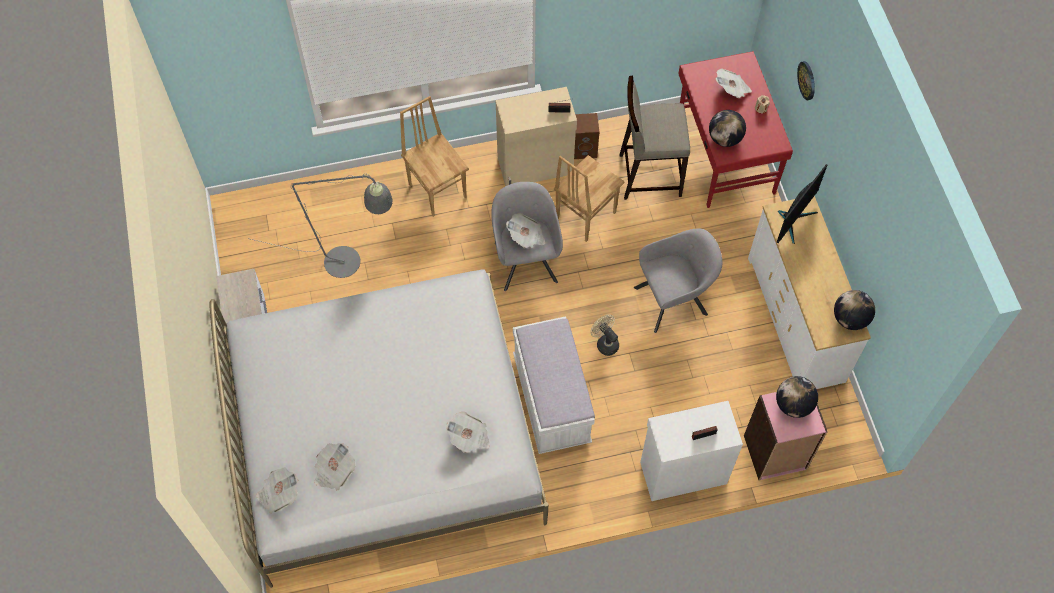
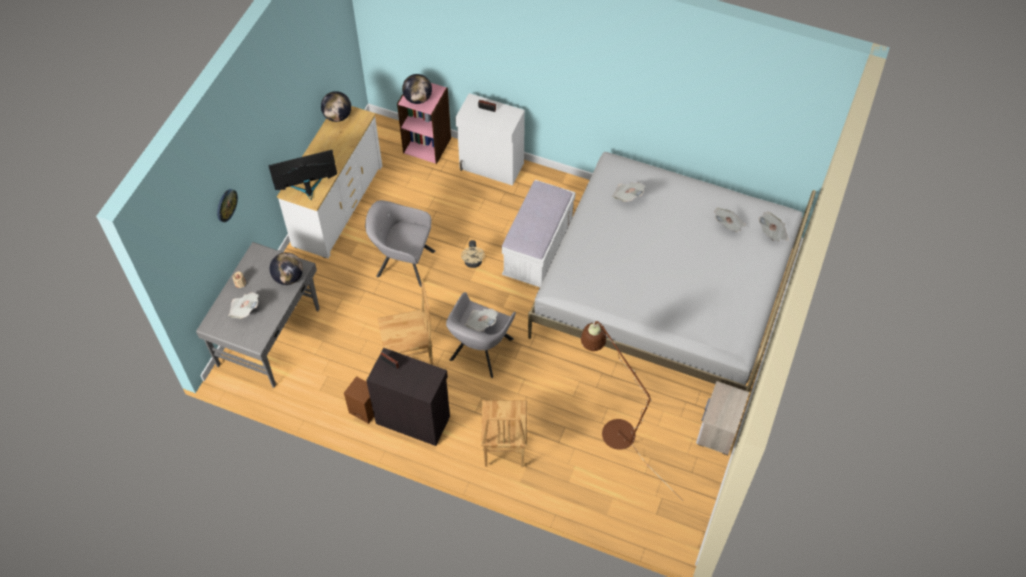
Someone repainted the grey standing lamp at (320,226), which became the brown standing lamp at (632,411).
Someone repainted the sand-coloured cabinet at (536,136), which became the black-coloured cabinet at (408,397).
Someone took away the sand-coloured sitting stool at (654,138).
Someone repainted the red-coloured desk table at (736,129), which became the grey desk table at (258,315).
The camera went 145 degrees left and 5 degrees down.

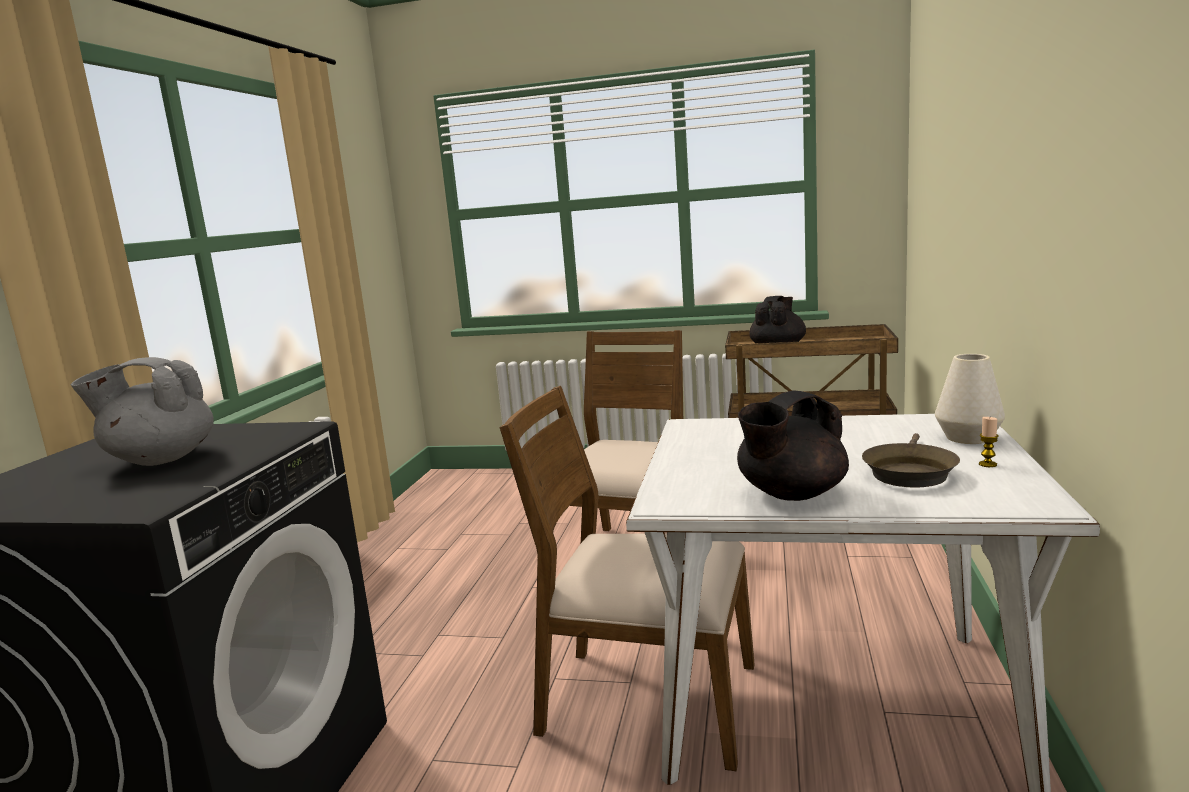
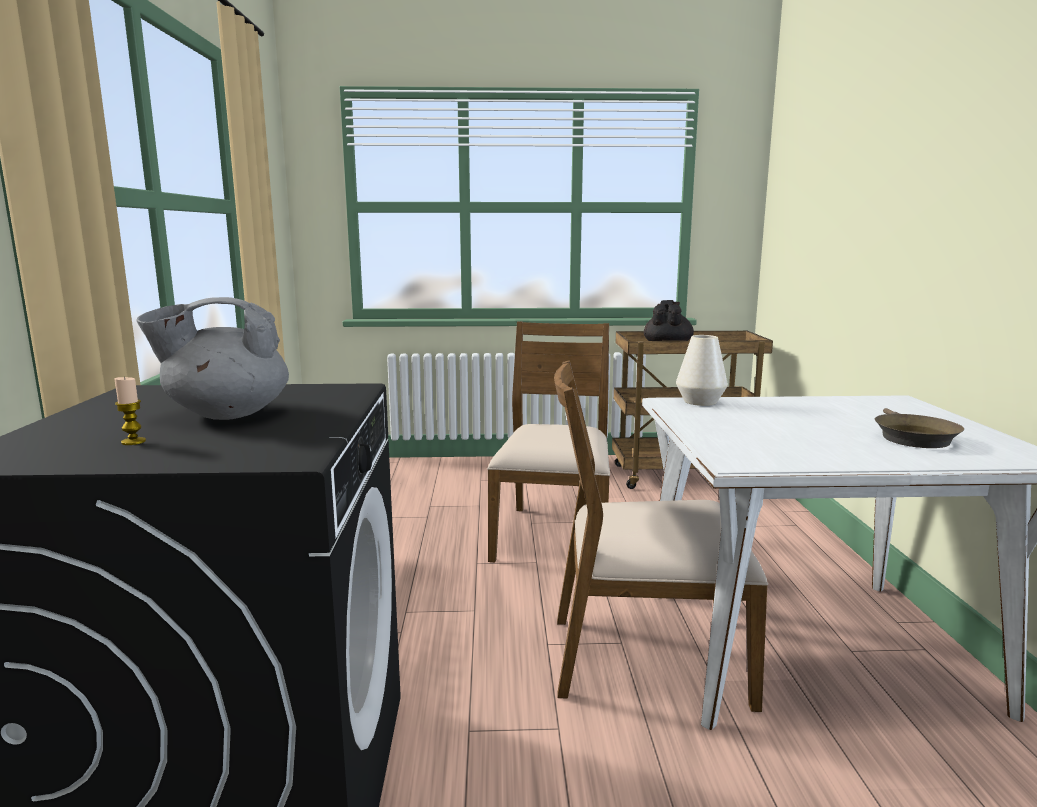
Someone took away the black-coloured teapot at (793,445).
Someone carried the white decorative vase from (970,399) to (702,370).
Someone carried the wax light from (989,442) to (130,410).
The camera went 15 degrees left and 0 degrees up.

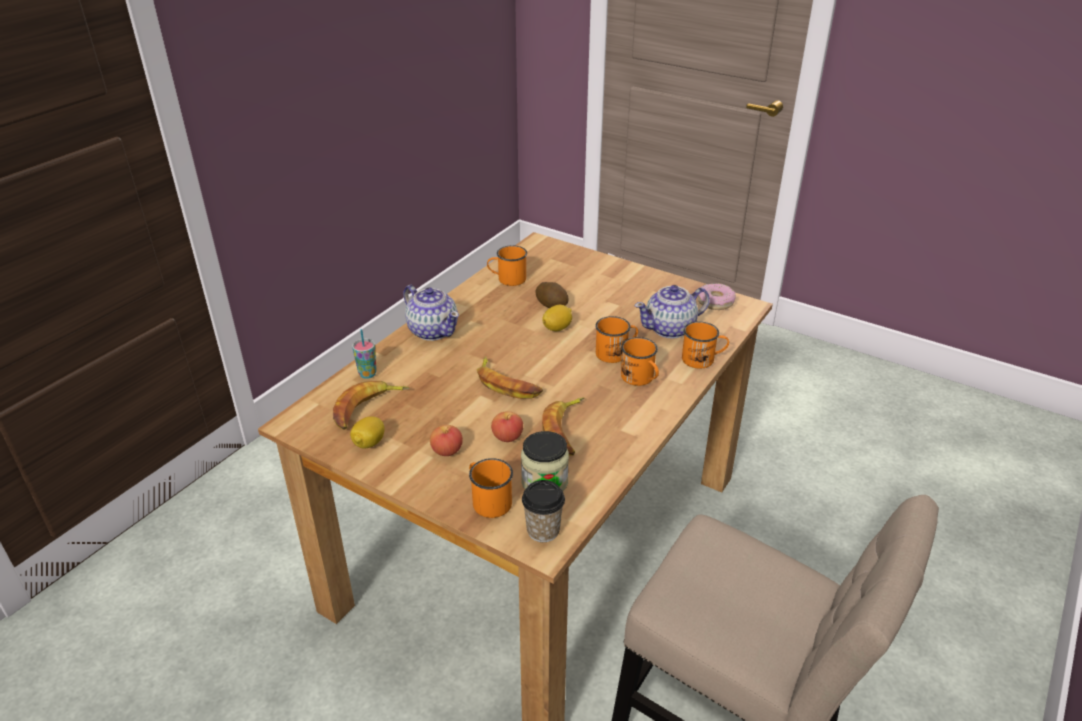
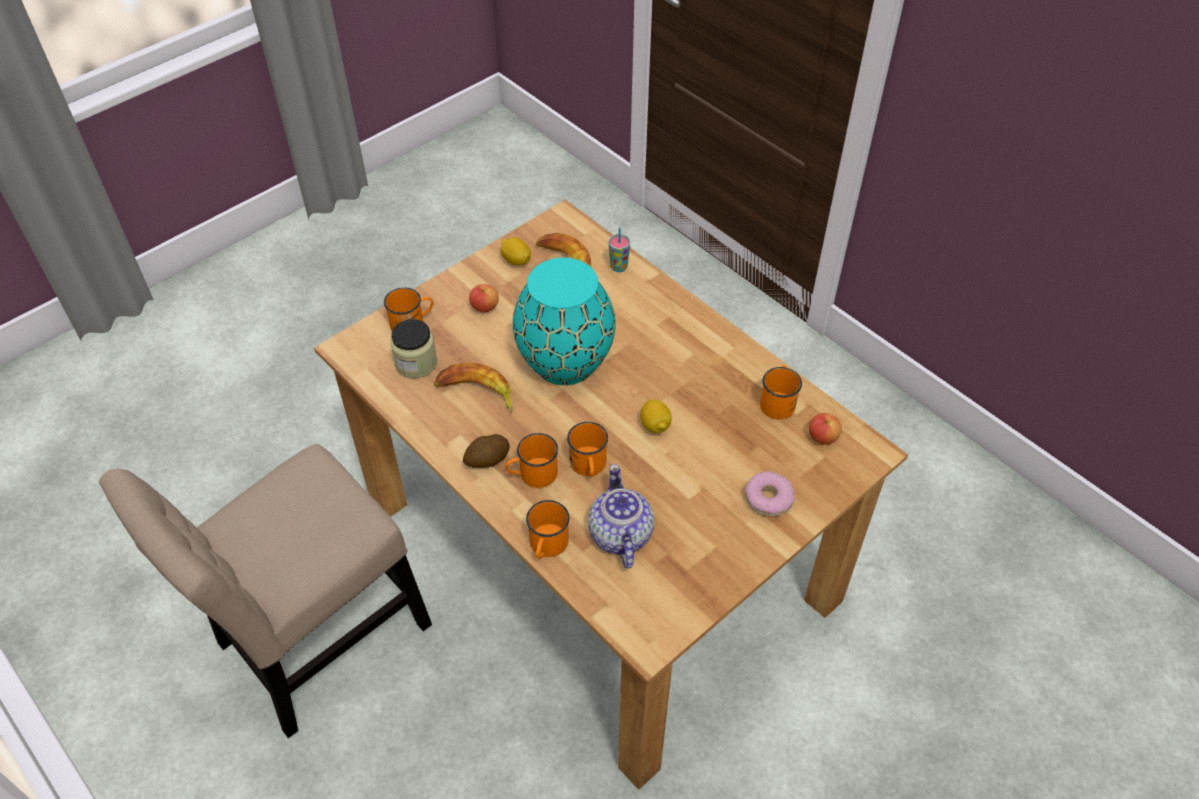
Someone took away the teapot at (431,313).
Someone swapped the whole banana at (510,377) for the blue-green decorative vase at (564,321).
Someone carried the apple from (507,426) to (825,429).
Someone took away the small cup at (543,511).
Someone carried the potato from (551,295) to (486,451).
Someone carried the doughnut from (717,296) to (770,494).
The camera went 105 degrees right and 15 degrees up.

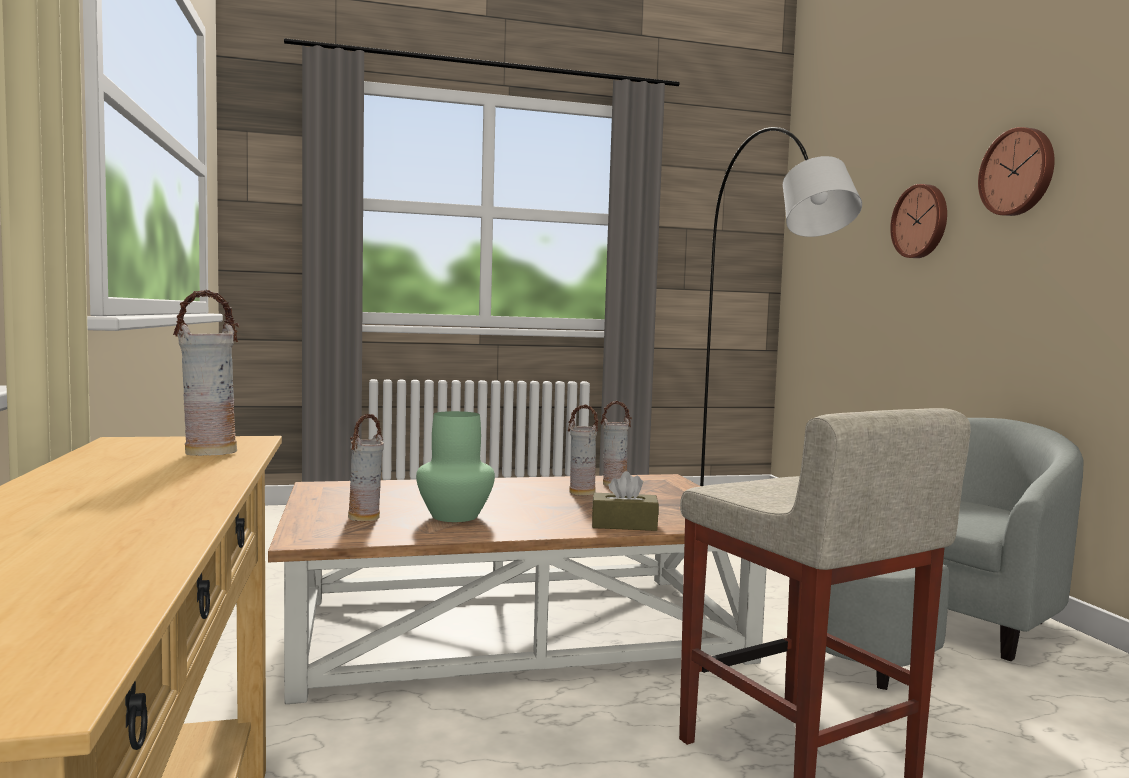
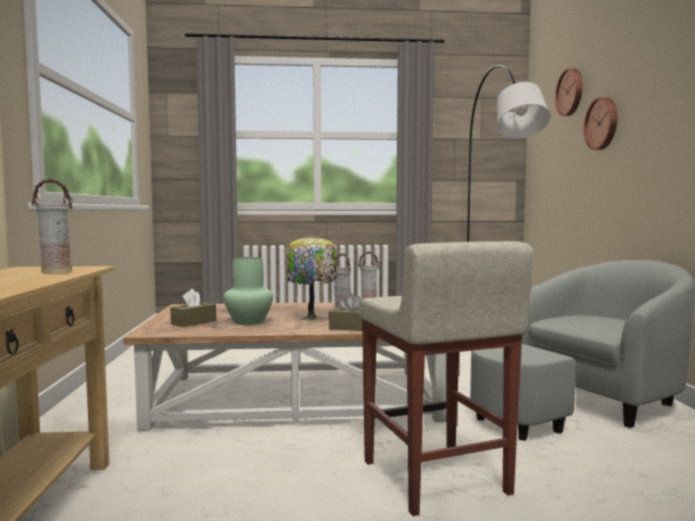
Someone swapped the decorative vase at (366,467) for the brown tissue holder at (193,308).
Someone carried the clock on the wall from (1016,171) to (569,92).
Someone put down the tabletop lamp at (311,278).
The camera went 10 degrees right and 0 degrees up.

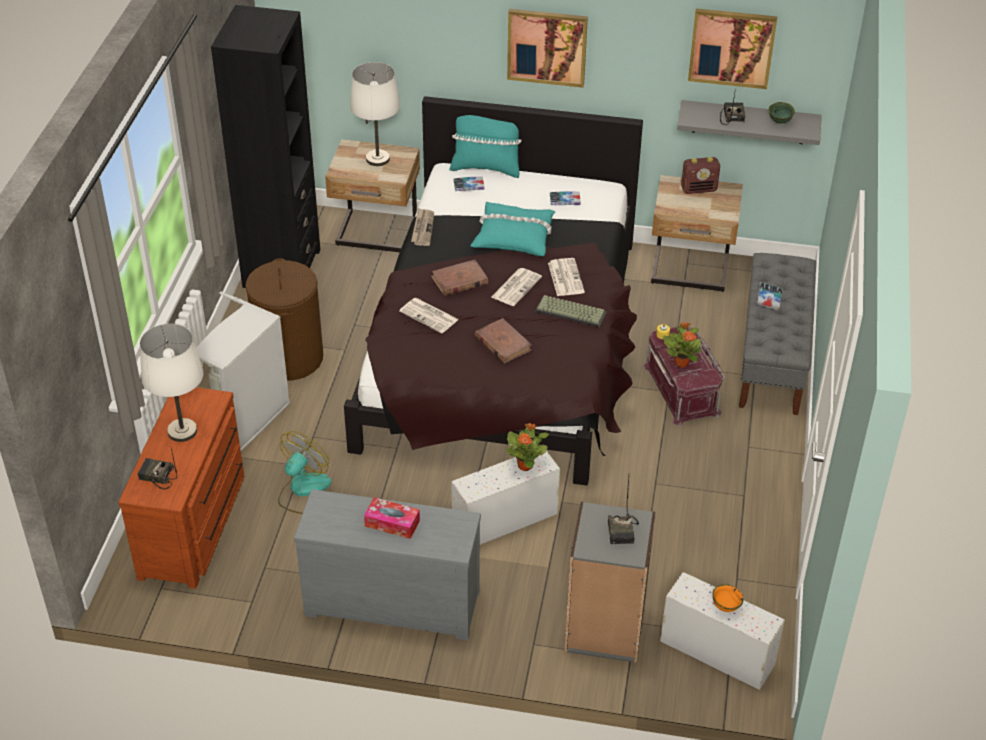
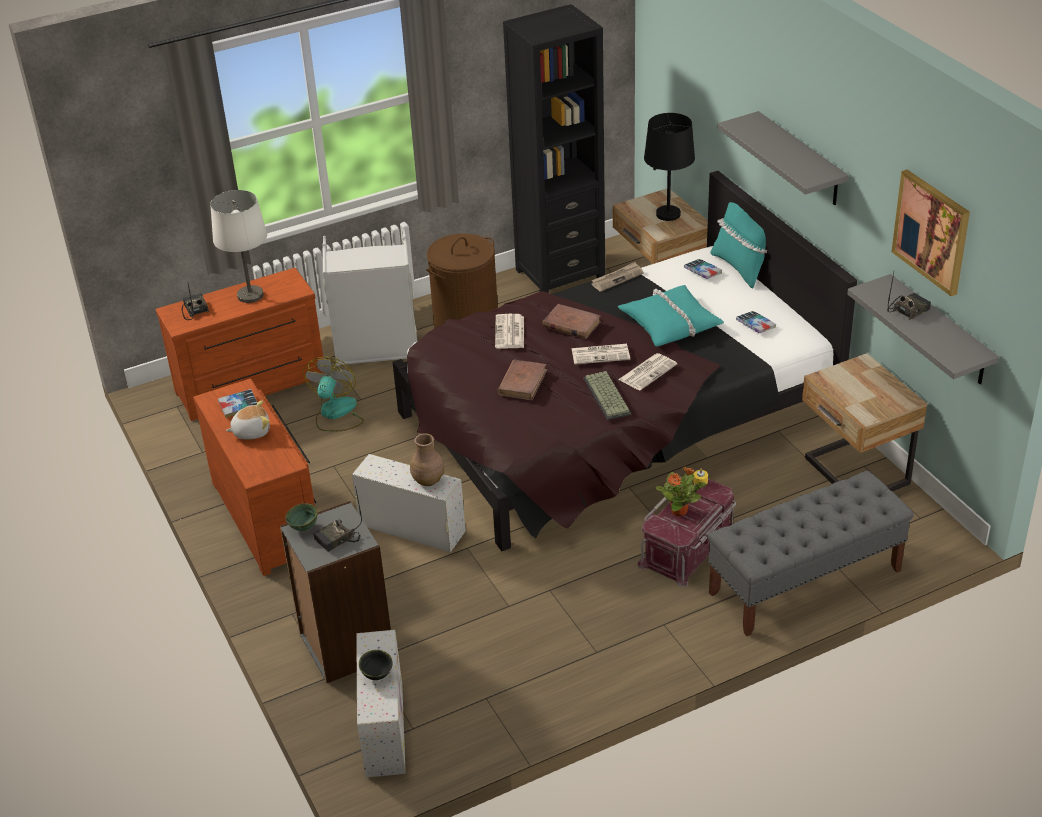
Someone rotated the cooling fan at (305,472) by 75 degrees counterclockwise.
Someone repainted the grey chest of drawers at (387,564), which became the brown chest of drawers at (254,477).
Someone repainted the white tabletop lamp at (375,114), which became the black-coloured tabletop lamp at (669,167).
Someone swapped the tissue holder at (392,518) for the plush toy at (248,419).
Someone swapped the houseplant at (527,447) for the brown decorative vase at (427,459).
Someone swapped the wall picture at (547,48) for the grey wall shelf at (783,158).
Someone took away the radio set at (700,175).
Someone repainted the orange deep dish at (727,598), which became the black-coloured deep dish at (376,665).
Someone carried the book from (769,296) to (237,403).
Someone carried the green deep dish from (782,113) to (301,517).
The camera went 55 degrees right and 5 degrees down.

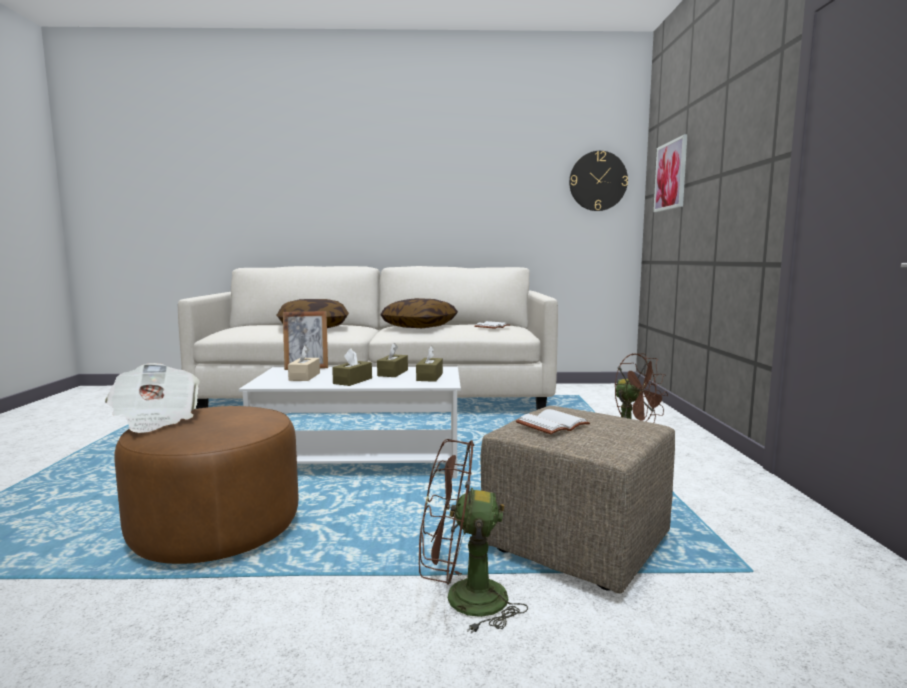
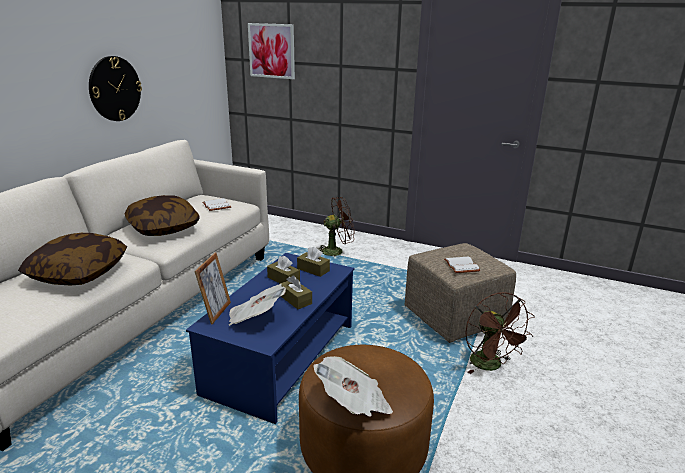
Someone repainted the white low table at (350,422), which became the bluish low table at (270,338).
Someone swapped the sand-coloured tissue holder at (304,363) for the printed paper at (257,305).
Someone rotated the brown cooling fan at (473,536) by 45 degrees counterclockwise.
Someone carried the clock on the wall from (598,181) to (115,88).
The camera went 65 degrees left and 15 degrees up.

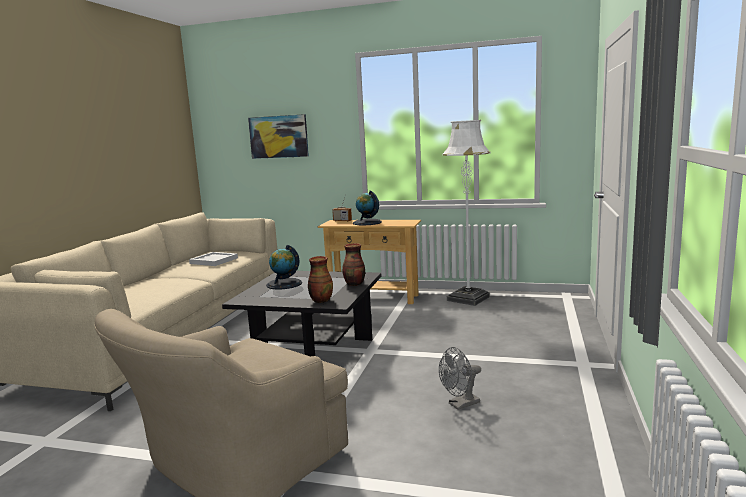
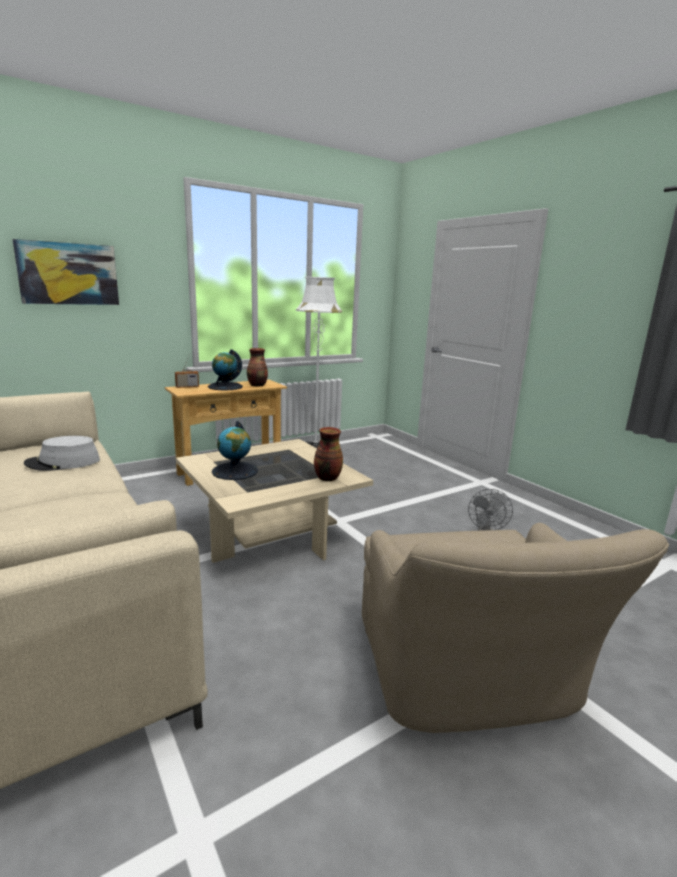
Someone swapped the white tray at (213,259) for the grey wearable hat at (62,453).
Someone repainted the black-coloured low table at (302,314), which became the sand-coloured low table at (274,501).
Someone carried the decorative vase from (353,264) to (257,367).
The camera went 50 degrees left and 5 degrees up.

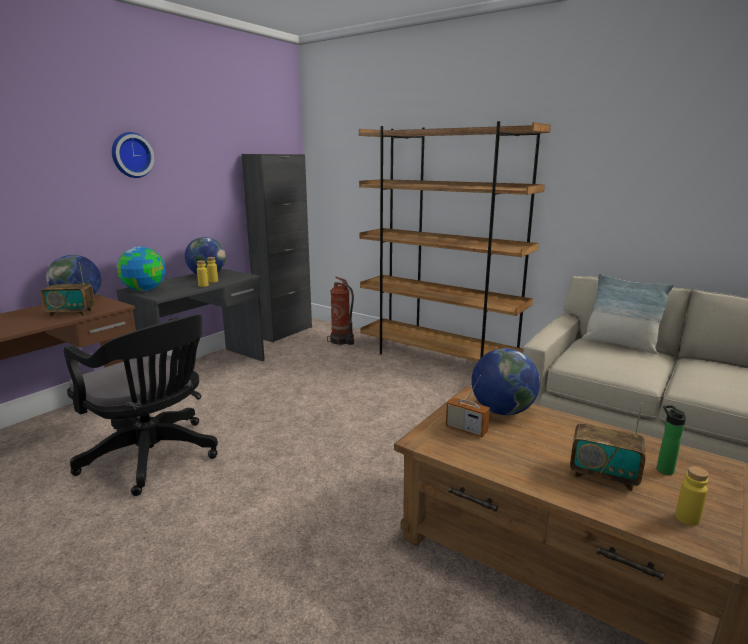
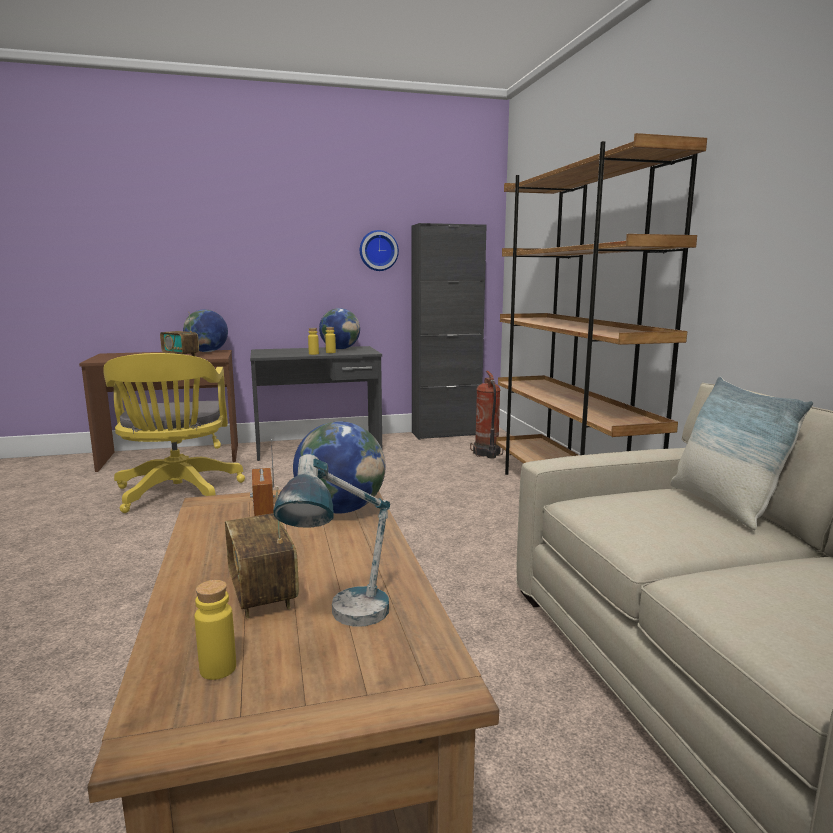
Someone repainted the black-coloured desk chair at (141,405), which became the yellow desk chair at (174,433).
Someone carried the clock on the wall from (133,155) to (379,250).
Someone took away the desk globe at (141,268).
Someone swapped the drink bottle at (671,440) for the tabletop lamp at (331,540).
The camera went 40 degrees right and 5 degrees down.

